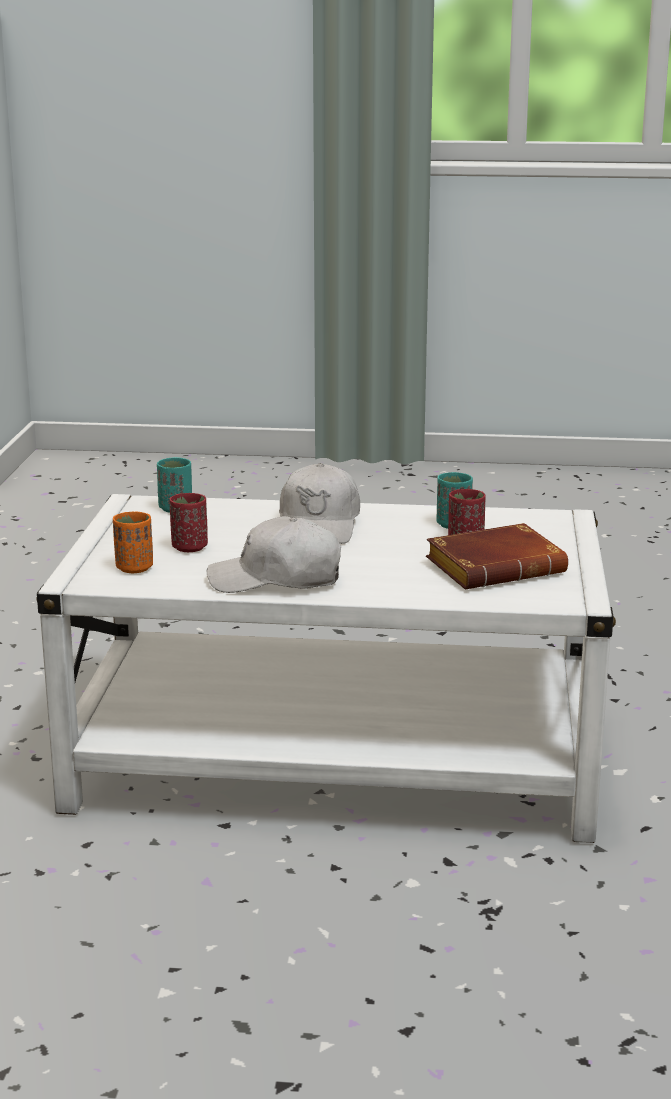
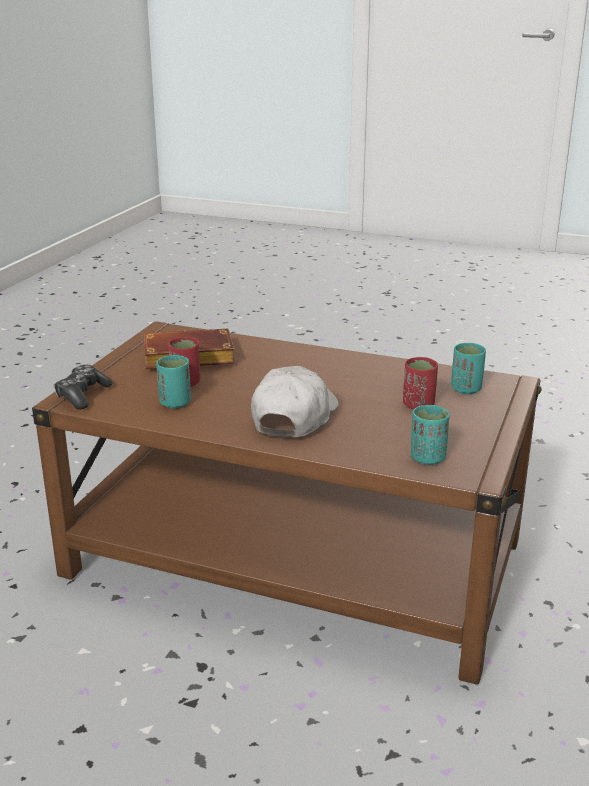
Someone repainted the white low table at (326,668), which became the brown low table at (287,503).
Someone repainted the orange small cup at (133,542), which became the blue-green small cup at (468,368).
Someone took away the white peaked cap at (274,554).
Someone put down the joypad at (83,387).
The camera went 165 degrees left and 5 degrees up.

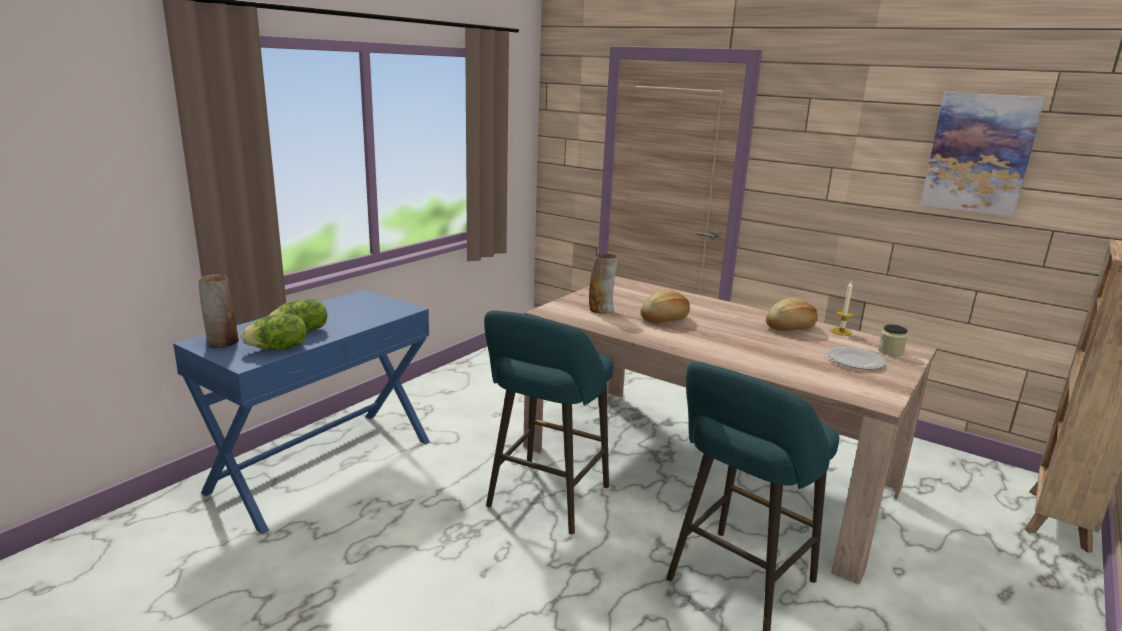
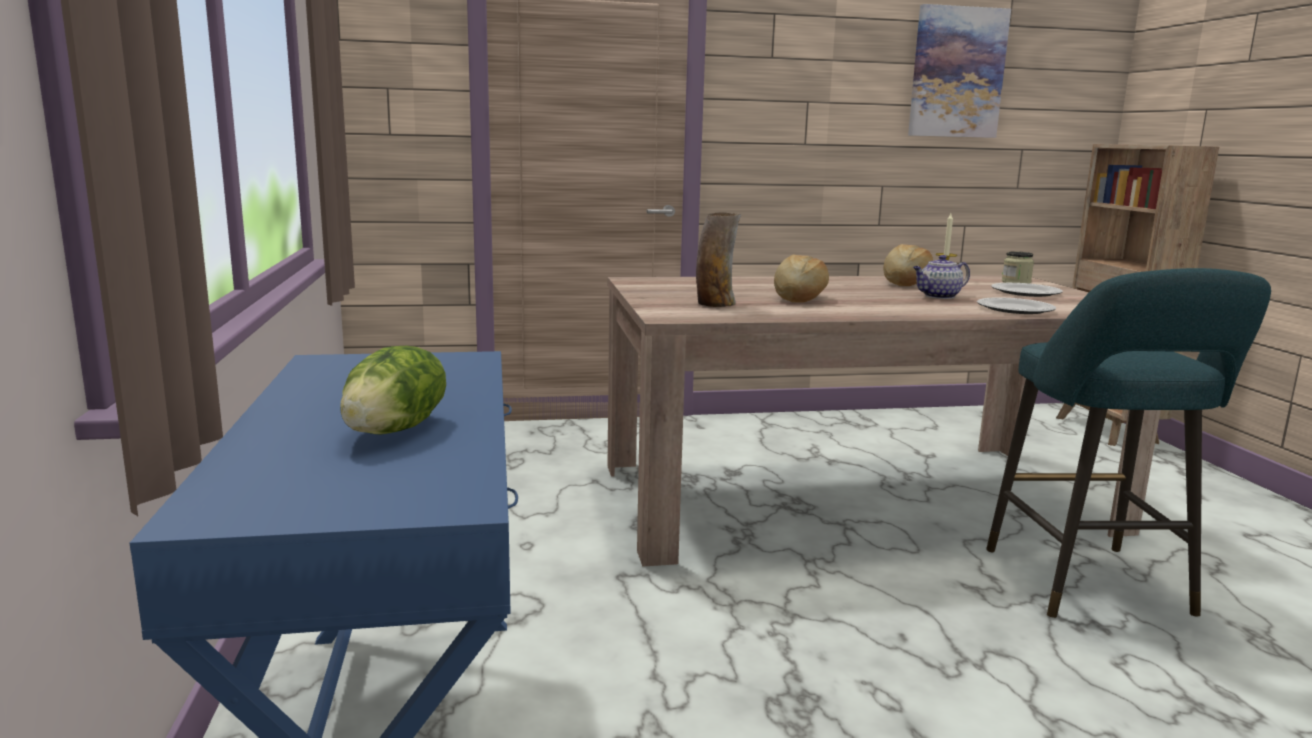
Someone took away the decorative vase at (219,311).
Someone took away the head of lettuce at (274,331).
Someone took away the blue-green sitting stool at (548,422).
Someone put down the teapot at (941,277).
Someone put down the dinner plate at (1016,305).
The camera went 45 degrees left and 5 degrees down.

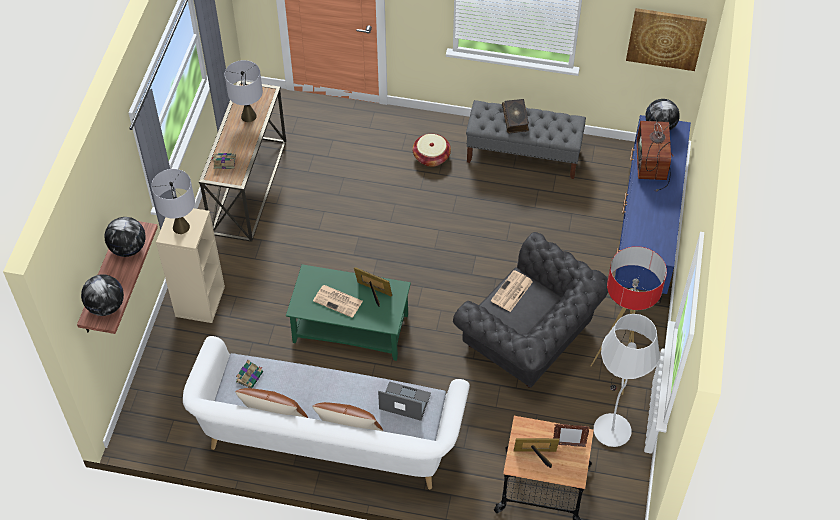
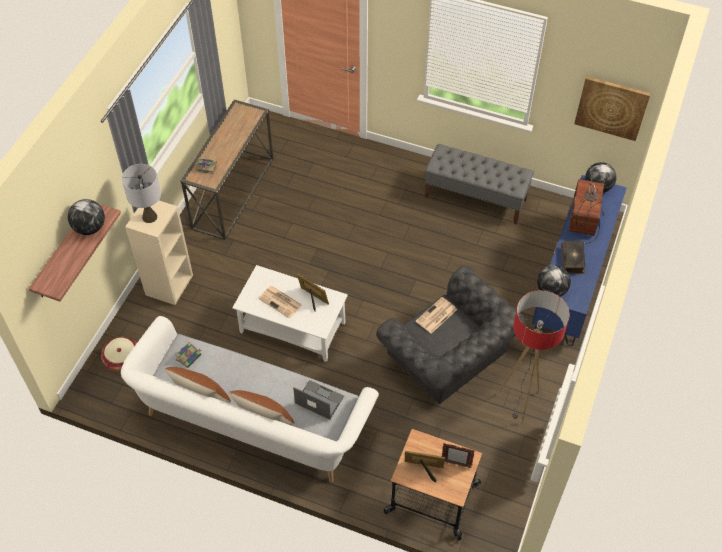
Someone carried the desk globe from (102,295) to (554,281).
Someone took away the grey tabletop lamp at (244,91).
Someone repainted the green low table at (348,312), which became the white low table at (290,313).
Someone carried the basket from (432,150) to (119,354).
Someone carried the book from (515,116) to (573,257).
Someone took away the white standing lamp at (627,380).
The camera went 10 degrees right and 0 degrees up.

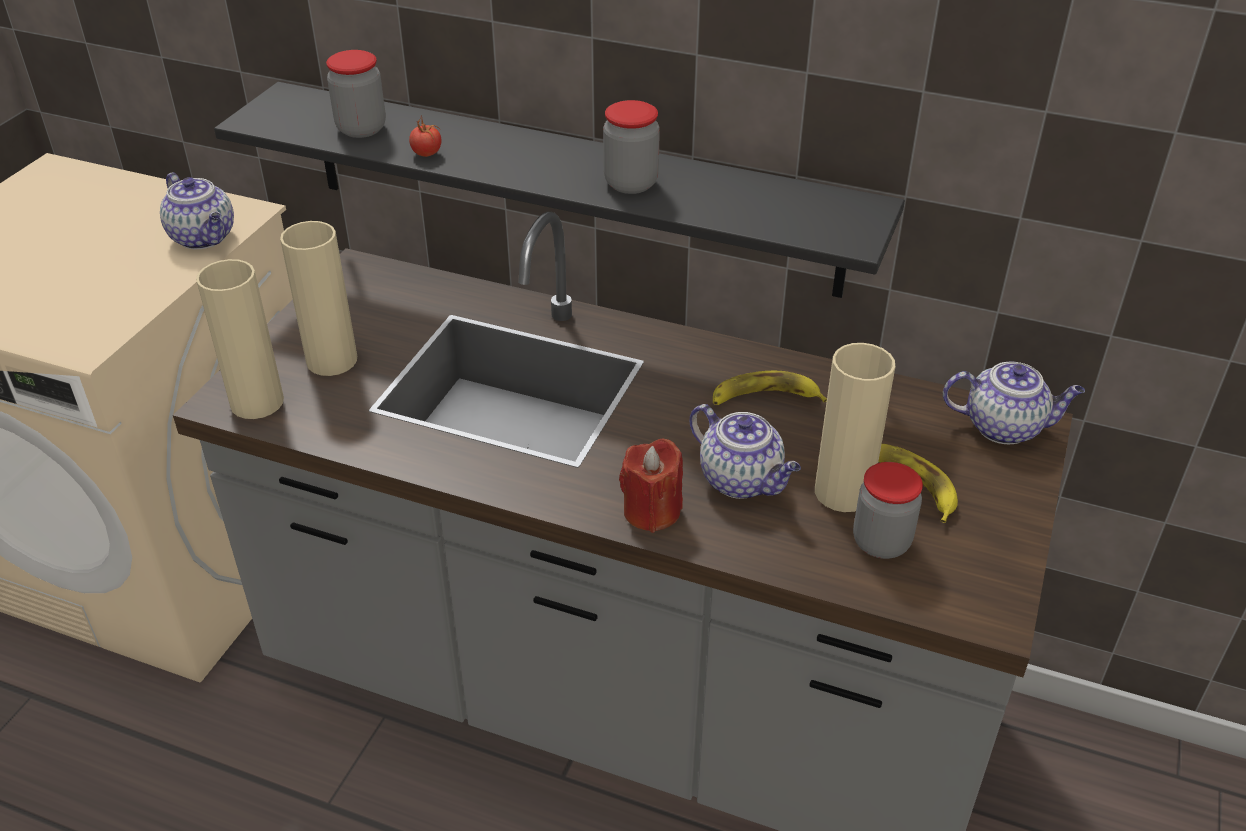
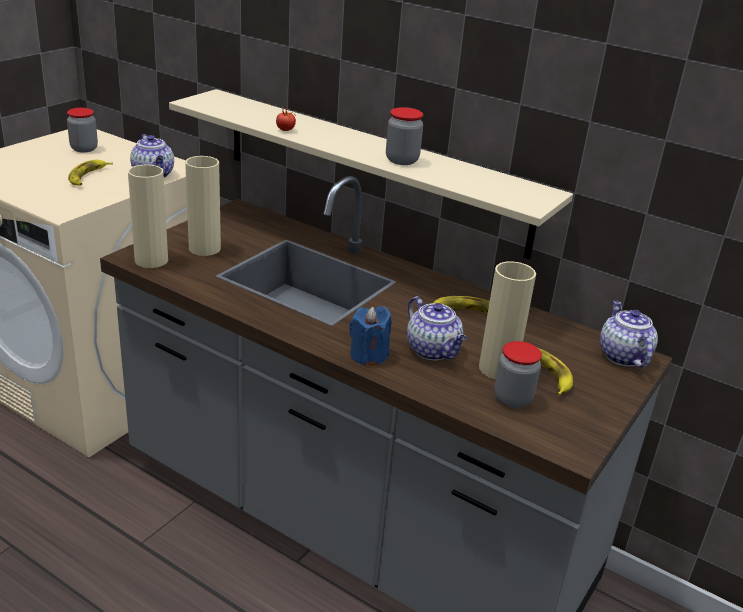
Someone repainted the black-coloured wall shelf at (559,190), which became the sand-coloured wall shelf at (371,174).
Someone carried the storage jar from (356,94) to (82,130).
Someone repainted the red-coloured wax light at (651,486), which became the bluish wax light at (370,336).
Someone rotated the teapot at (1014,402) by 120 degrees counterclockwise.
Someone put down the whole banana at (90,173).
The camera went 10 degrees right and 10 degrees down.

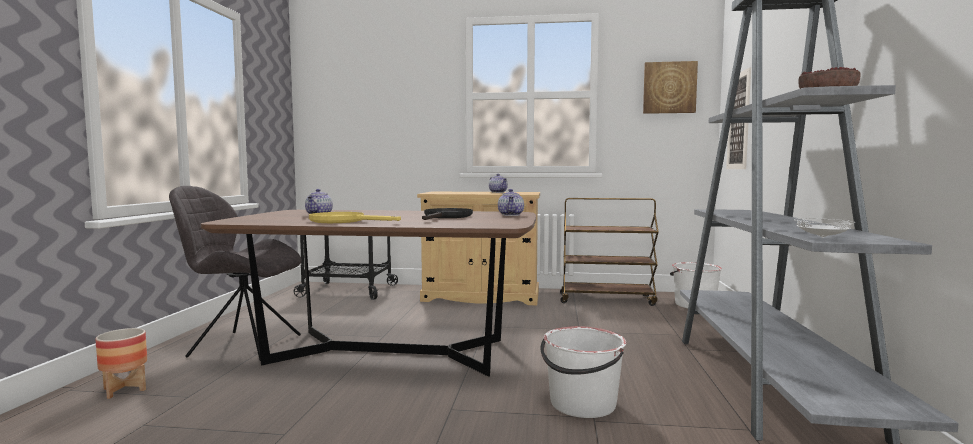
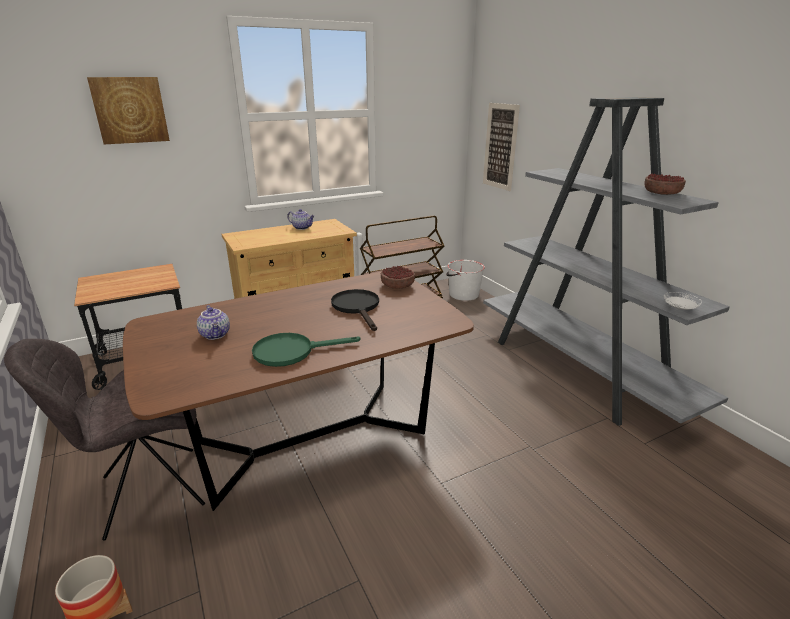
Someone repainted the yellow skillet at (355,217), which became the green skillet at (306,350).
Someone swapped the teapot at (511,202) for the deep dish at (398,277).
Someone took away the white bucket at (583,372).
Someone carried the wall picture from (670,87) to (128,110).
The camera went 35 degrees left and 20 degrees up.

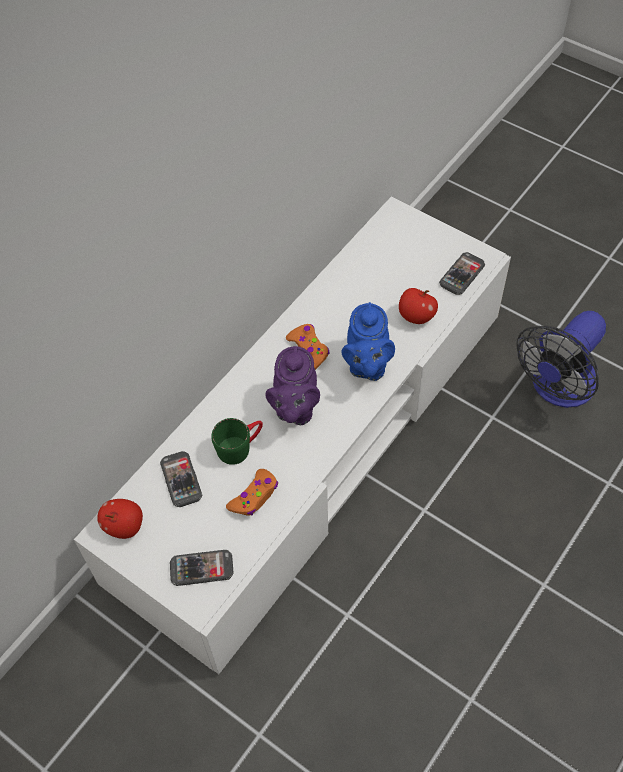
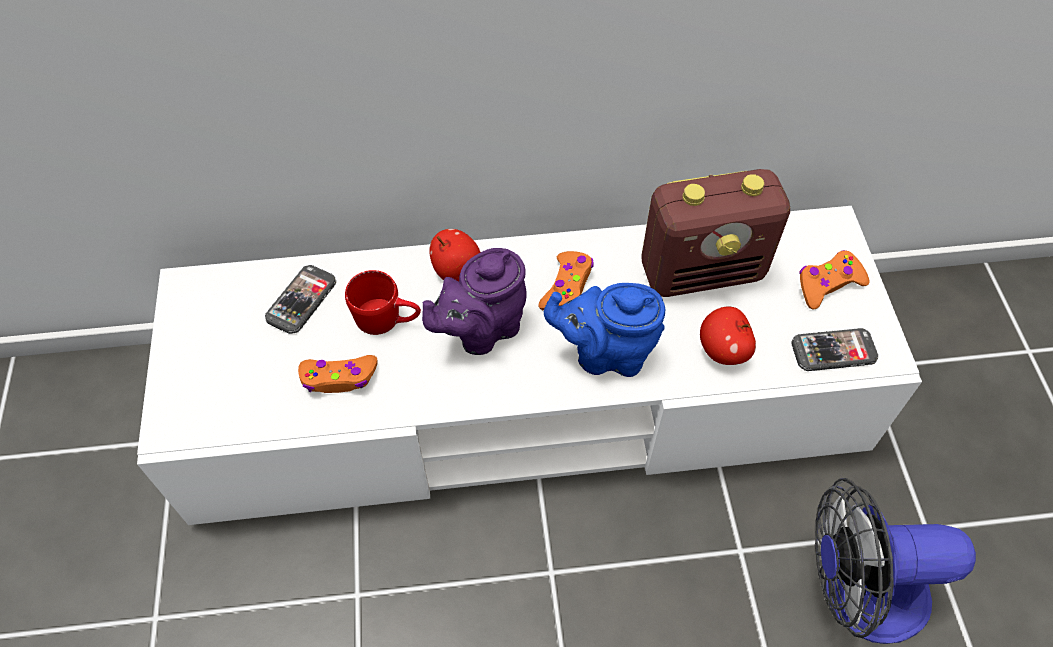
Someone carried the apple from (120,519) to (454,255).
Someone took away the telephone at (201,568).
Someone repainted the green mug at (237,441), which became the red-coloured mug at (383,302).
Someone rotated the bluish teapot at (368,341) by 45 degrees clockwise.
Someone put down the radio set at (716,233).
Someone put down the orange joypad at (834,280).
The camera went 45 degrees right and 0 degrees up.

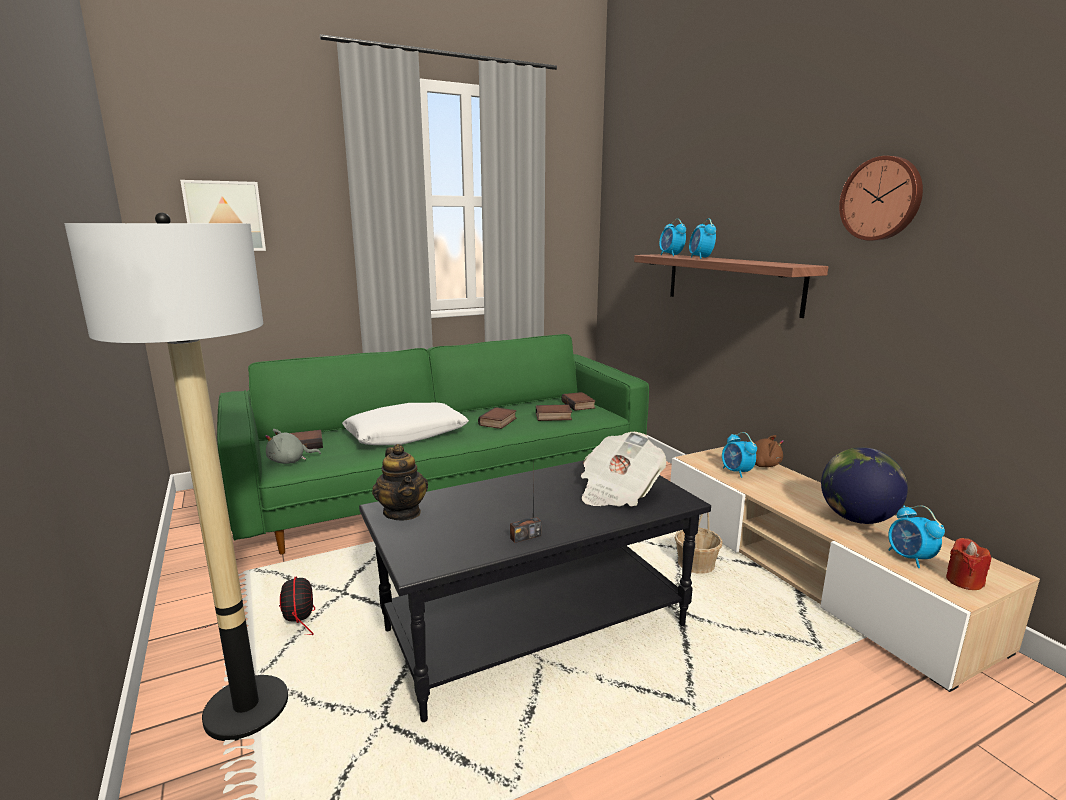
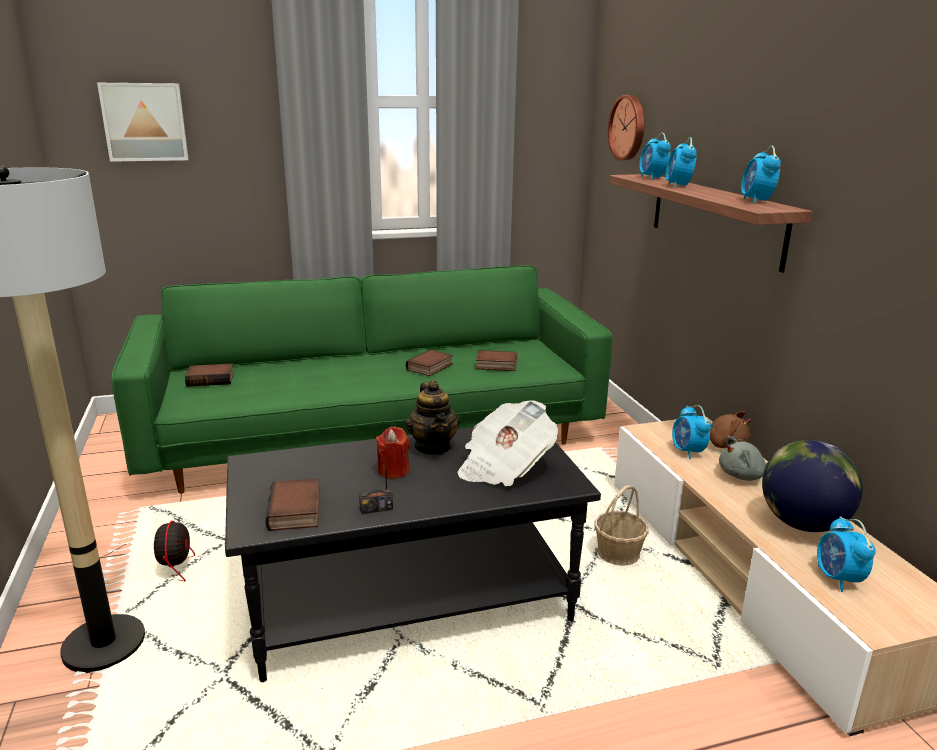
Someone carried the grey plush toy from (293,446) to (743,458).
Someone took away the white throw pillow at (405,423).
Someone carried the teapot from (400,482) to (433,417).
Someone carried the book from (578,401) to (292,505).
Someone carried the clock on the wall from (881,198) to (626,127).
Someone carried the red-coloured wax light from (968,564) to (392,452).
Someone put down the bedside clock at (761,174).
The camera went 10 degrees right and 5 degrees up.

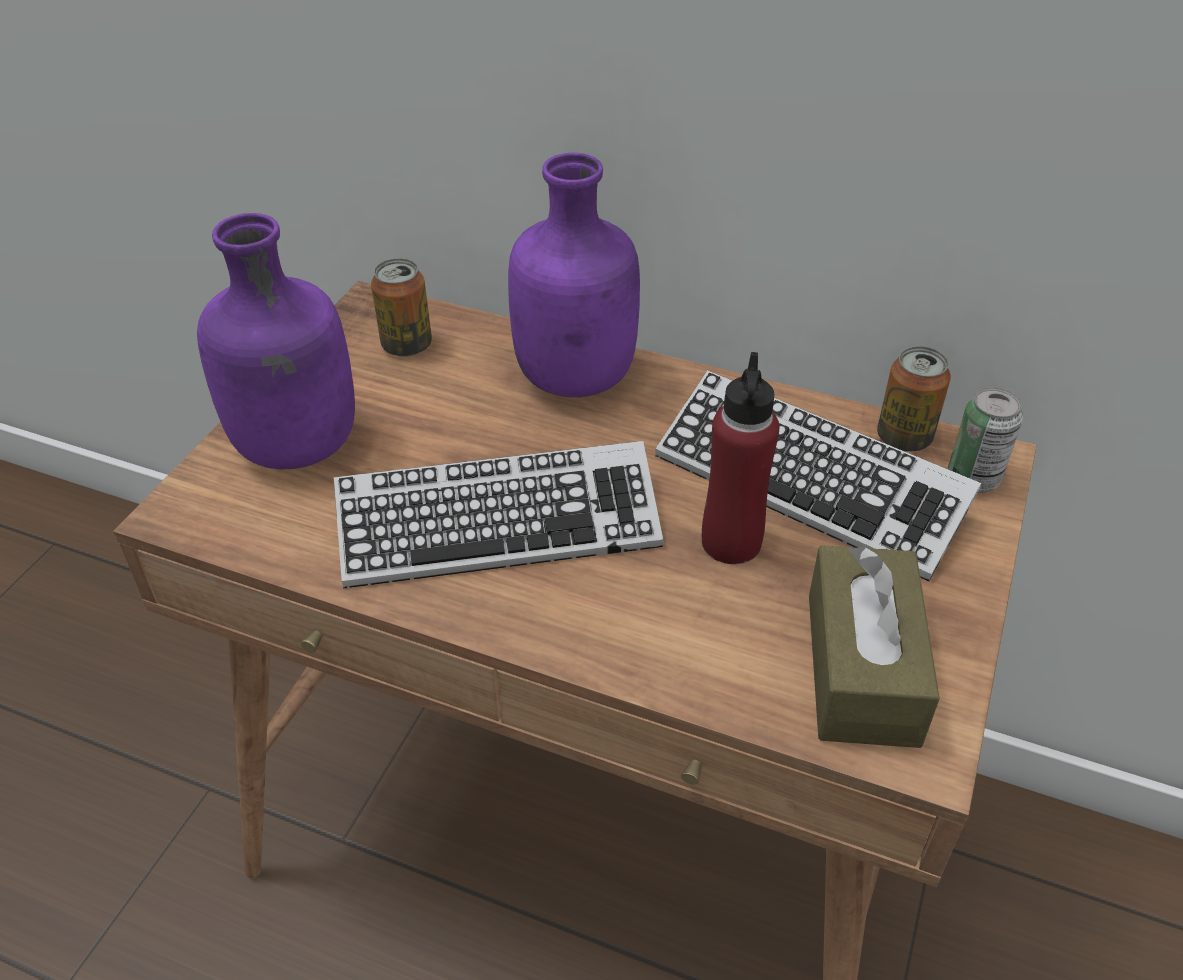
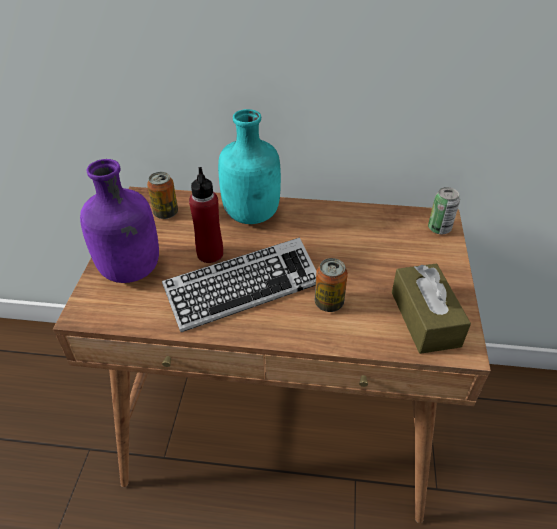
Someone repainted the purplish drink bottle at (574,275), which became the blue-green drink bottle at (249,166).
Someone took away the PC keyboard at (818,475).
Someone carried the red-coloured drink bottle from (740,458) to (206,215).
Someone carried the sealed can from (914,399) to (331,285).
The camera went 15 degrees left and 0 degrees up.

